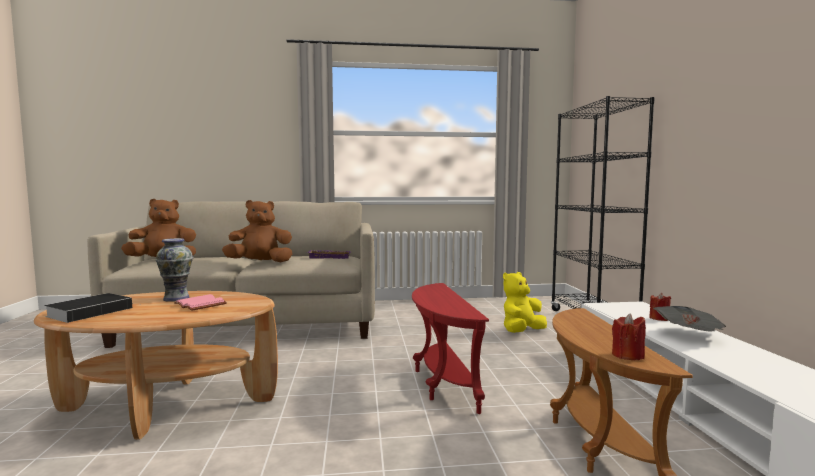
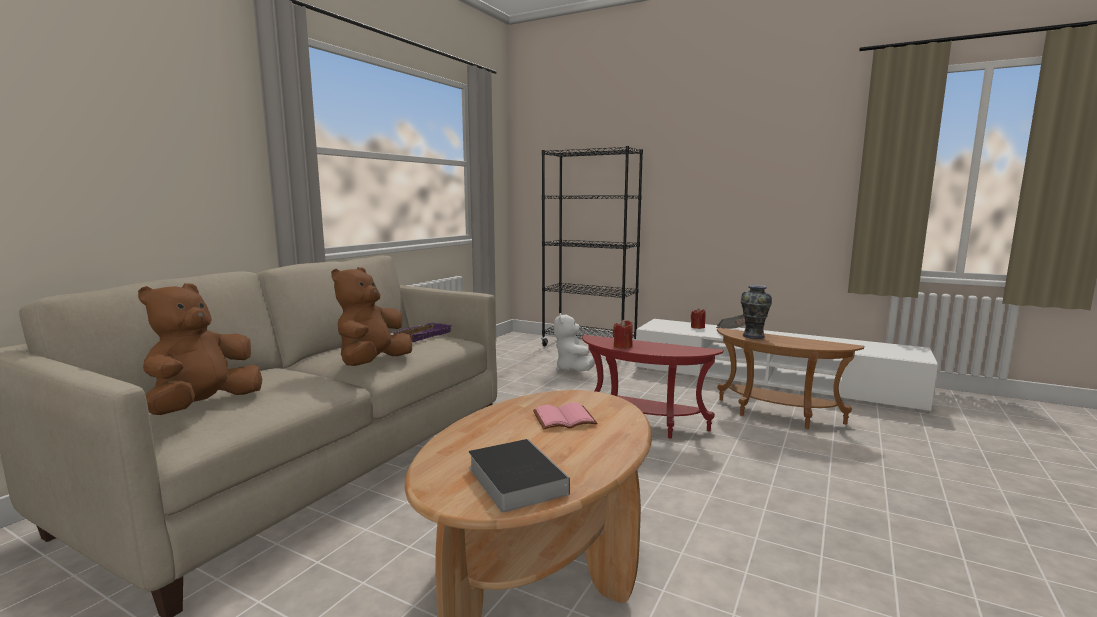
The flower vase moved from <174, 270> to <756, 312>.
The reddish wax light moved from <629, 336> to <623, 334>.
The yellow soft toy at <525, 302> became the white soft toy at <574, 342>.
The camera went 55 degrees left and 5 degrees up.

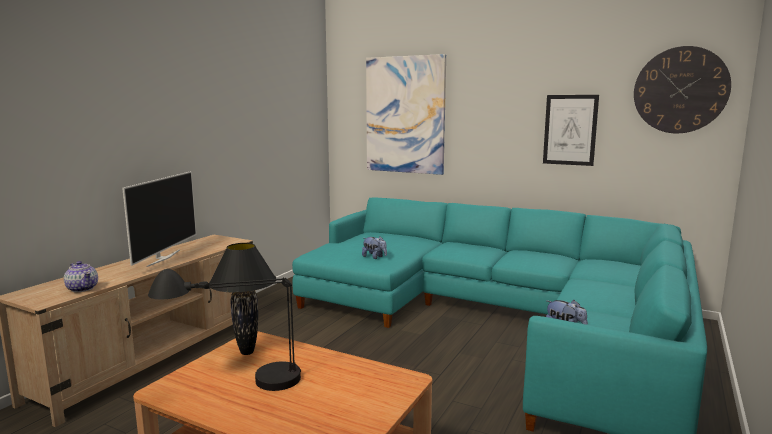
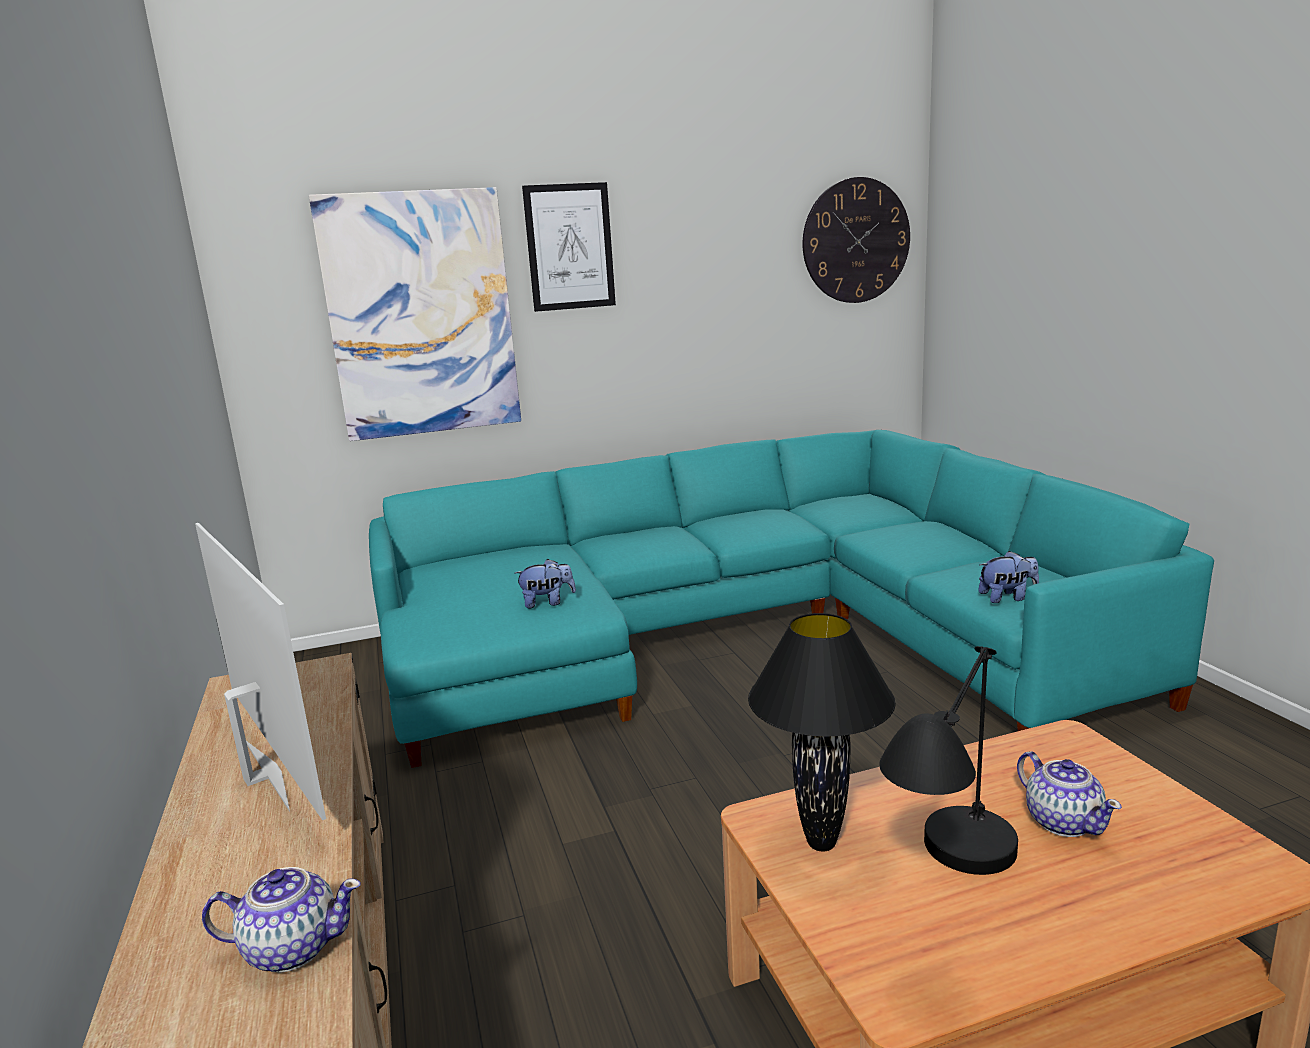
The teapot at <1069, 794> appeared.
The picture moved from <571, 130> to <569, 247>.
The camera went 45 degrees left and 5 degrees up.

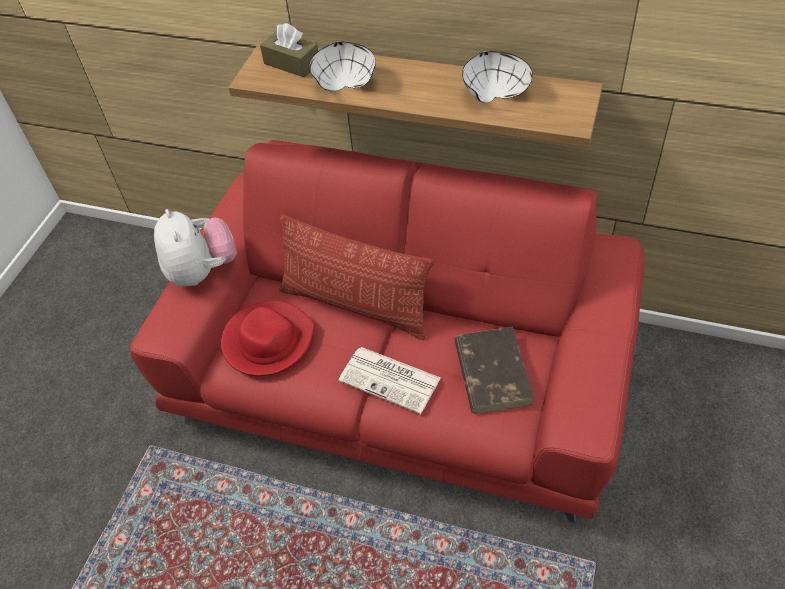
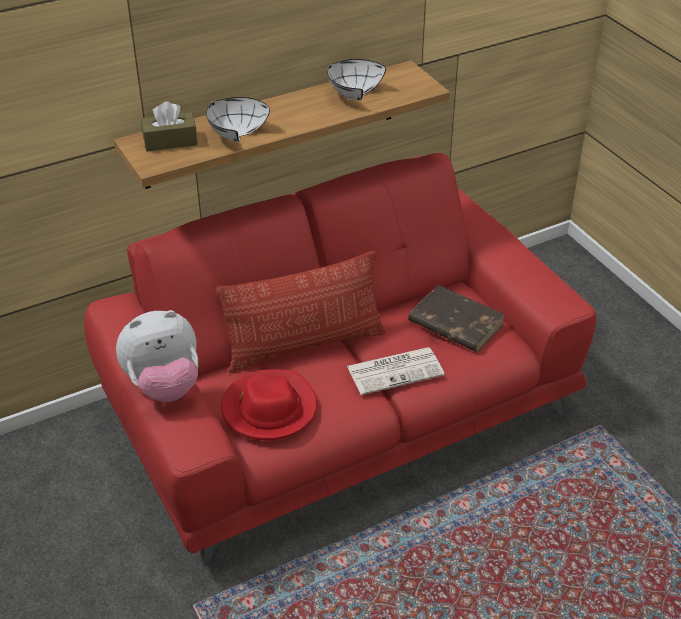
The soft toy at <195, 247> turned 135 degrees clockwise.
The camera went 50 degrees left and 10 degrees down.

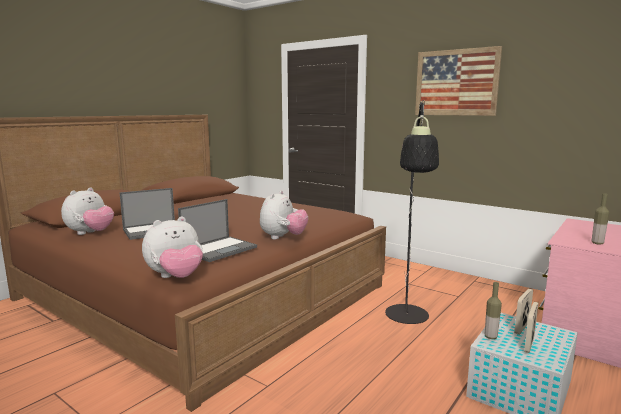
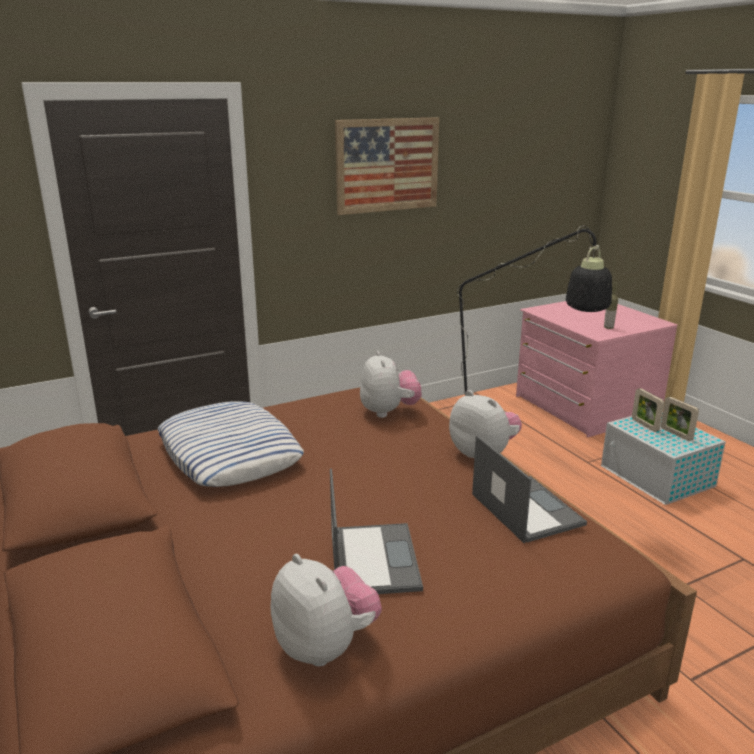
The bottle at <493, 310> disappeared.
The throw pillow at <231, 444> appeared.
The soft toy moved from <172, 247> to <391, 384>.
The camera went 65 degrees left and 10 degrees up.

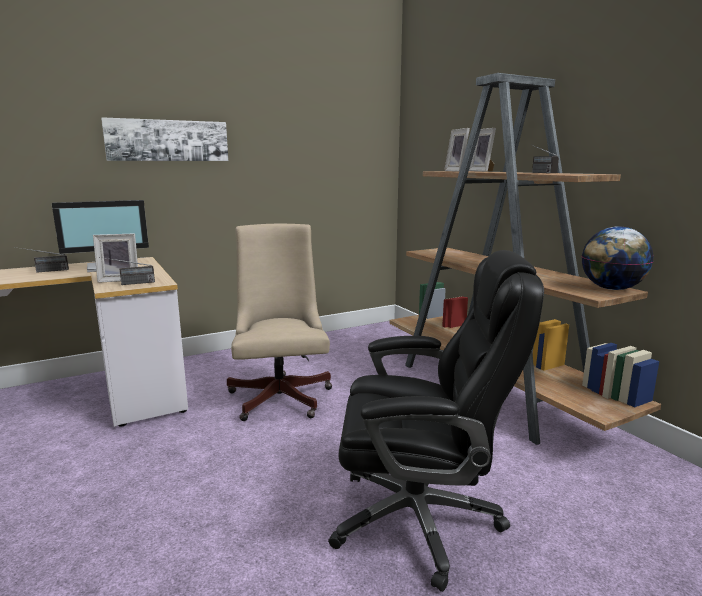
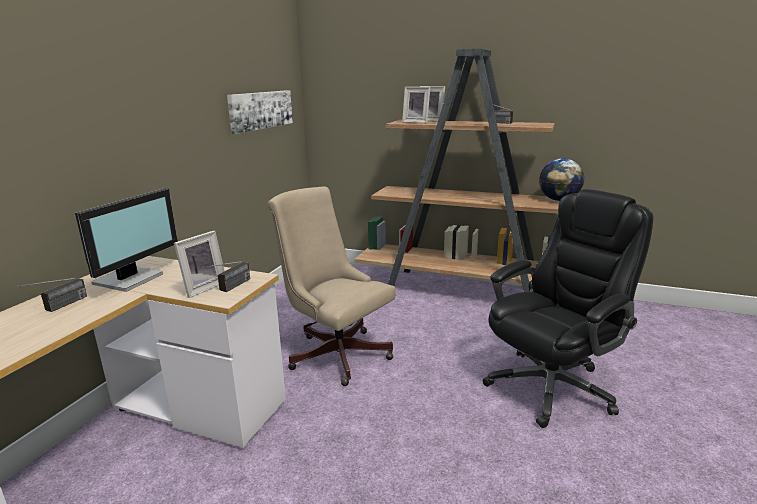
The picture moved from <164, 139> to <260, 112>.
The camera went 40 degrees left and 5 degrees up.

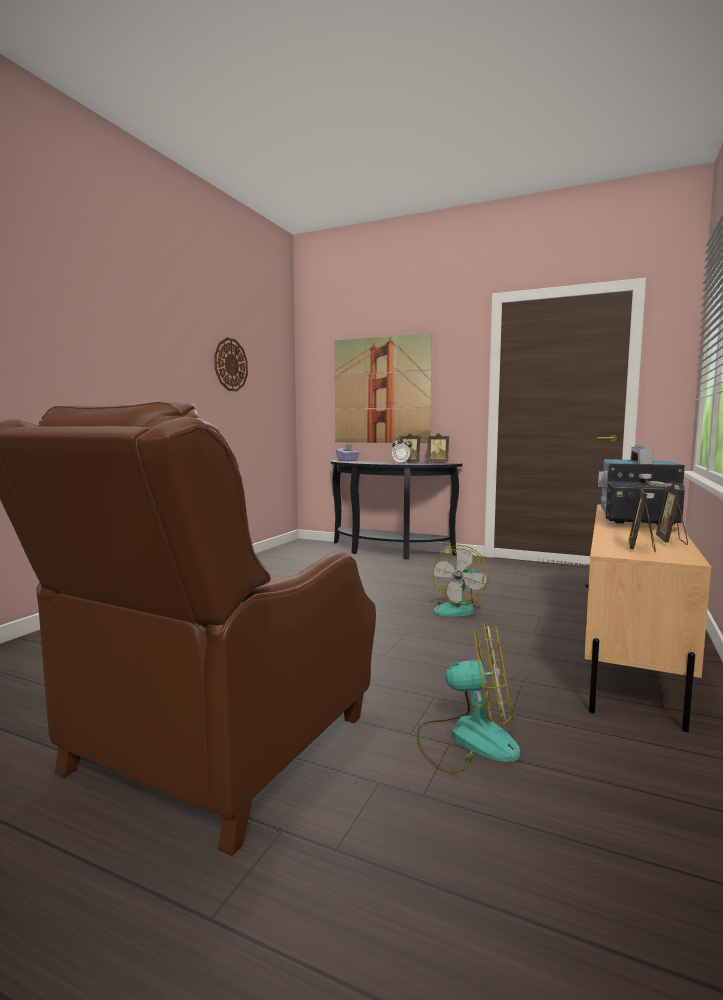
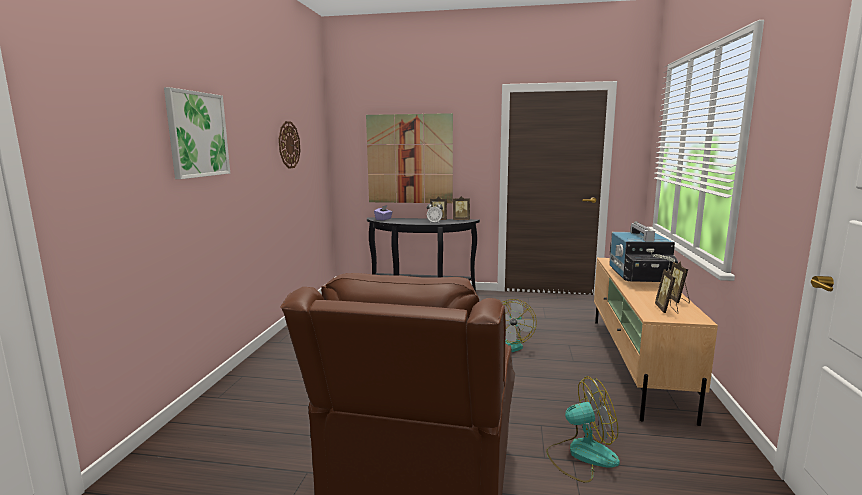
The picture at <197, 133> appeared.
The camera went 15 degrees left and 5 degrees up.

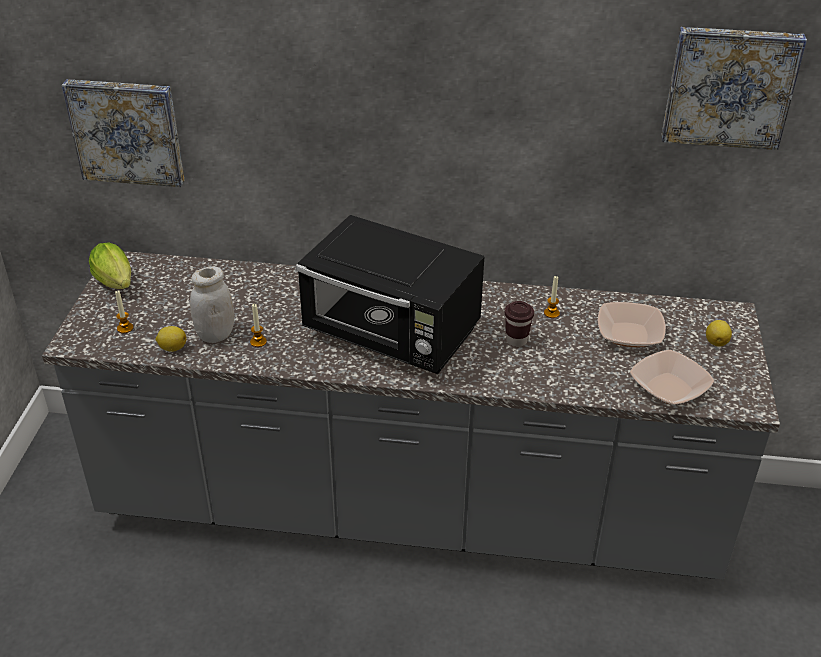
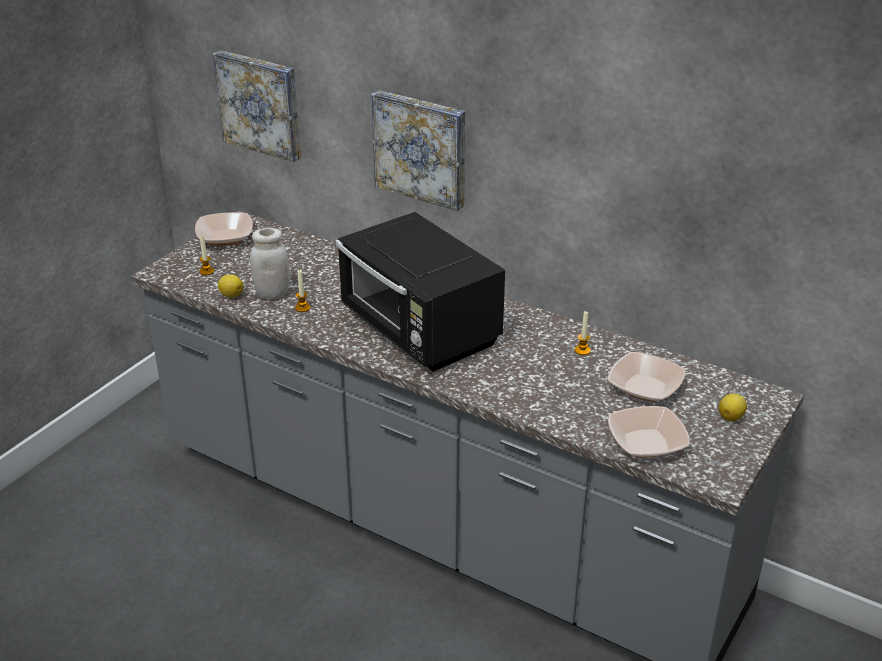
The brown-coloured cup at <519, 324> disappeared.
The picture moved from <734, 88> to <418, 150>.
The head of lettuce at <110, 265> was replaced by the bowl at <224, 229>.
The camera went 25 degrees right and 5 degrees down.

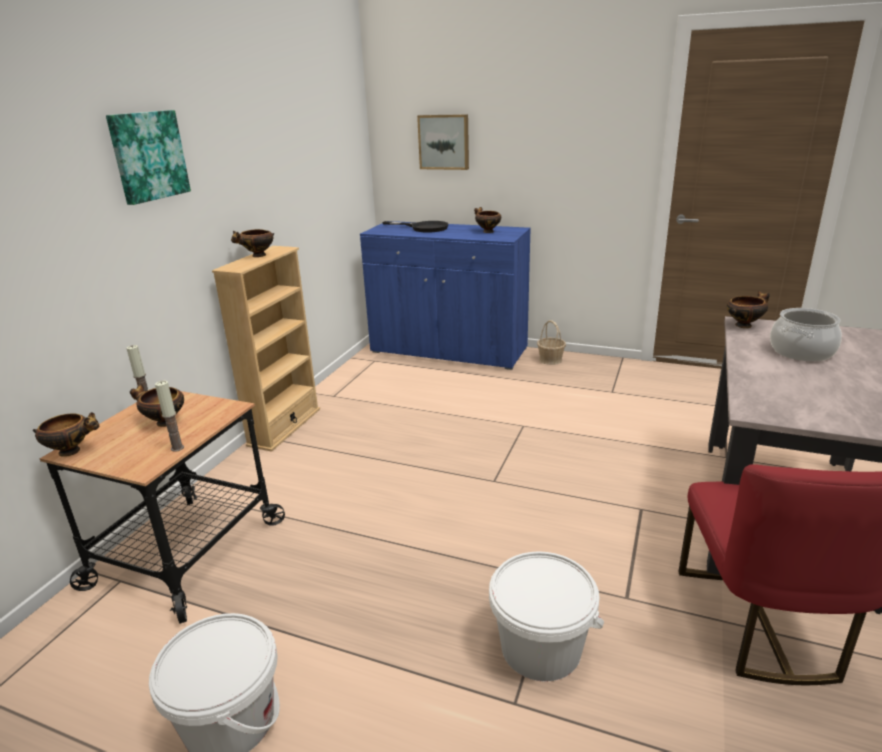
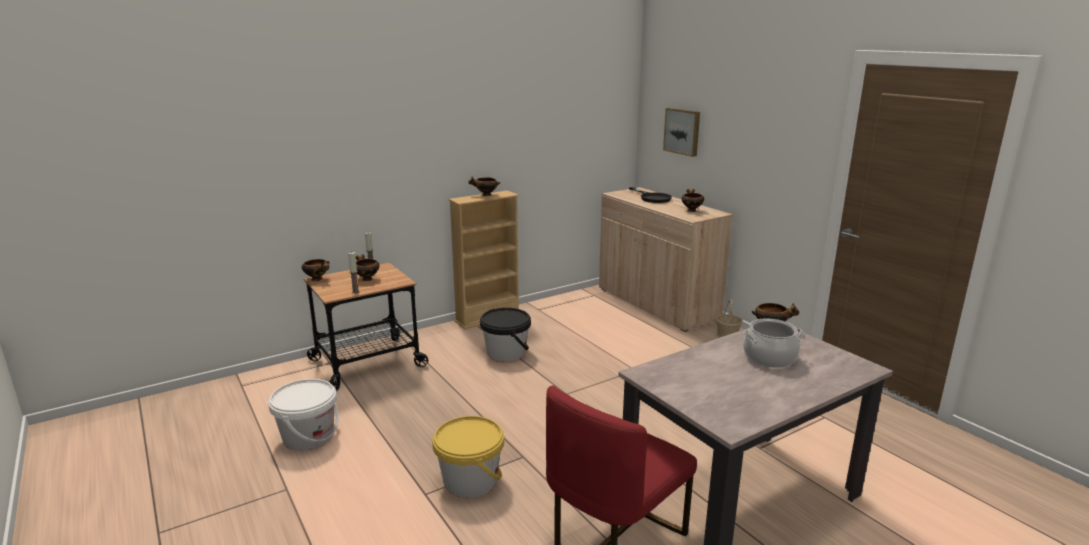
The picture at <148, 157> disappeared.
The blackish water bucket at <505, 335> appeared.
The blue storage cabinet at <445, 295> became the beige storage cabinet at <666, 259>.
The white water bucket at <546, 616> became the yellow water bucket at <468, 457>.
The camera went 35 degrees right and 5 degrees down.

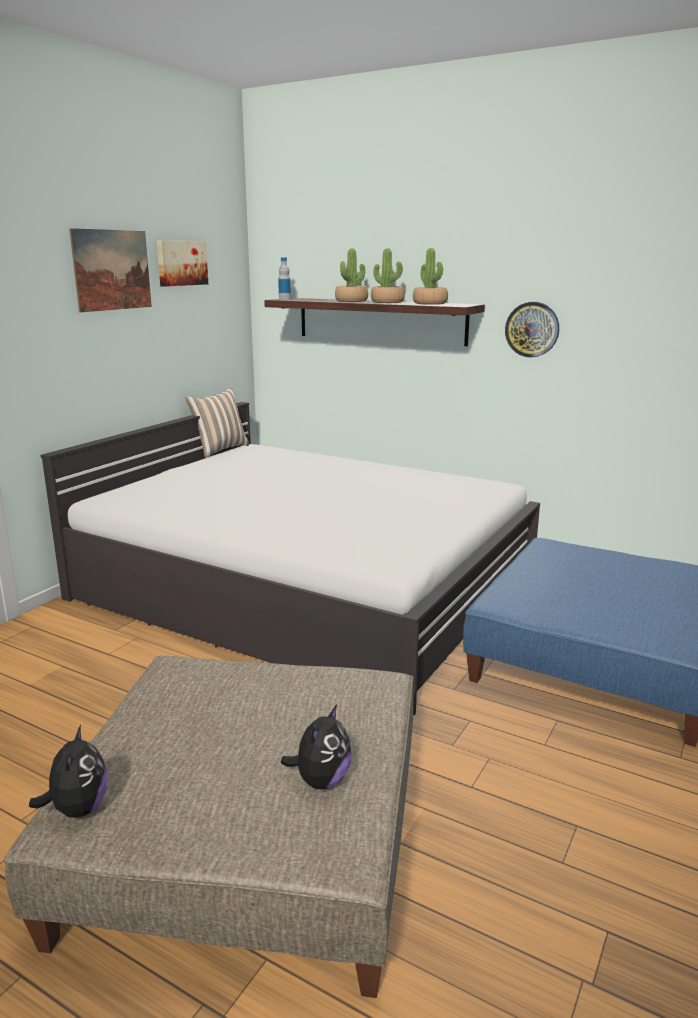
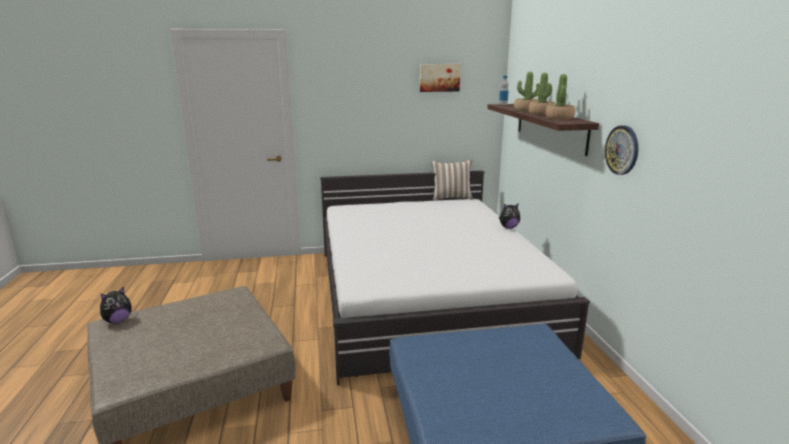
The picture at <110, 270> disappeared.
The soft toy moved from <316, 746> to <509, 216>.
The camera went 50 degrees right and 0 degrees up.

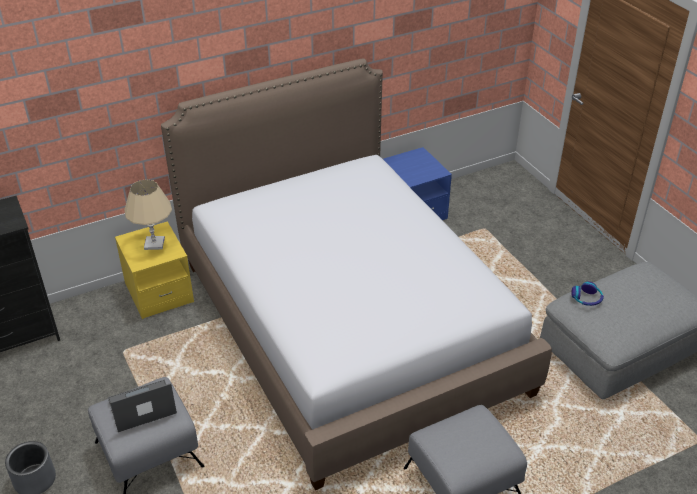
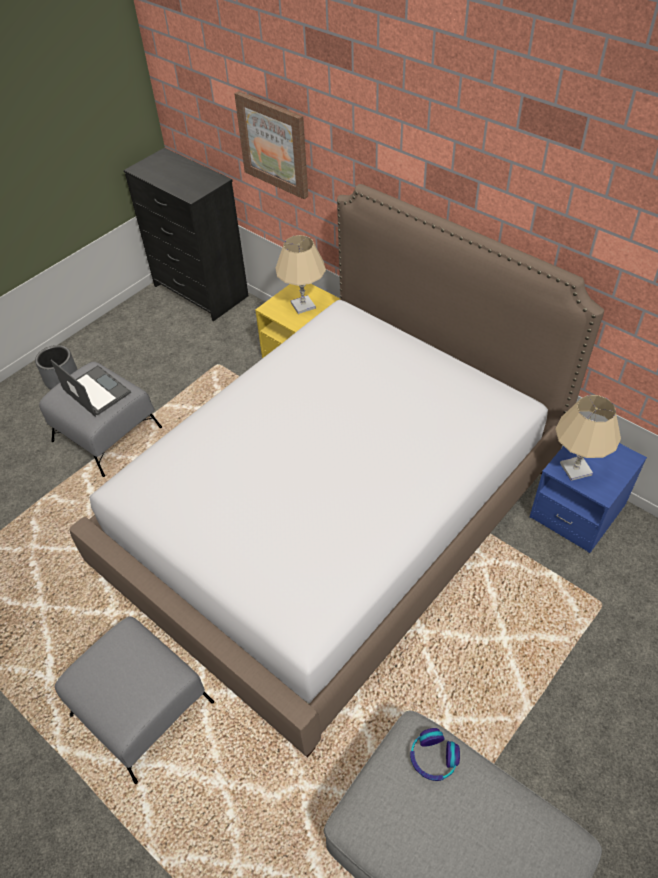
The picture at <271, 145> appeared.
The beige table lamp at <588, 438> appeared.
The camera went 70 degrees right and 10 degrees up.

